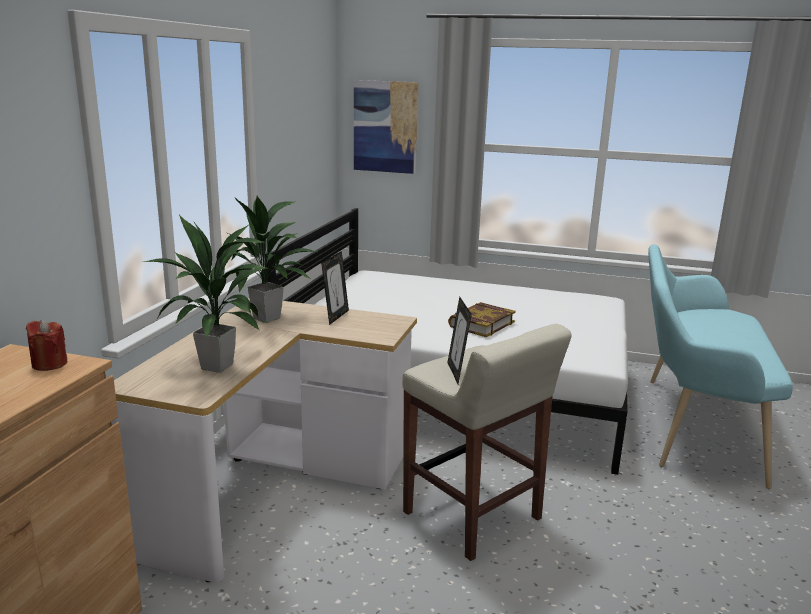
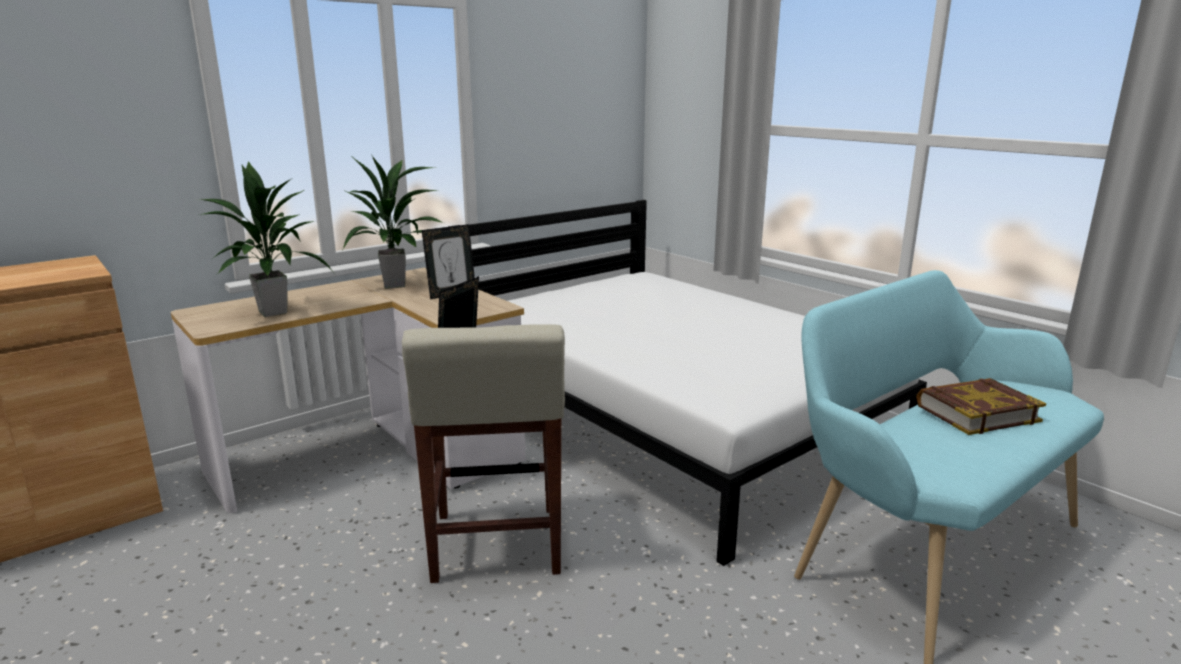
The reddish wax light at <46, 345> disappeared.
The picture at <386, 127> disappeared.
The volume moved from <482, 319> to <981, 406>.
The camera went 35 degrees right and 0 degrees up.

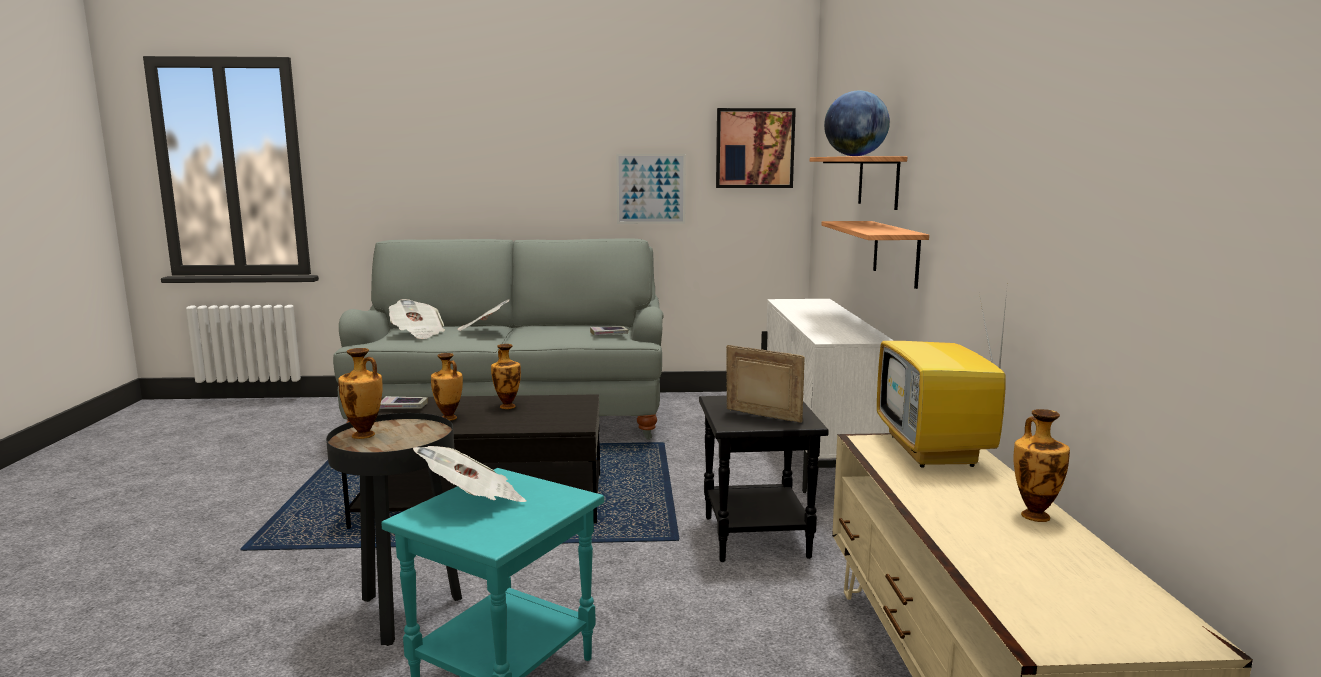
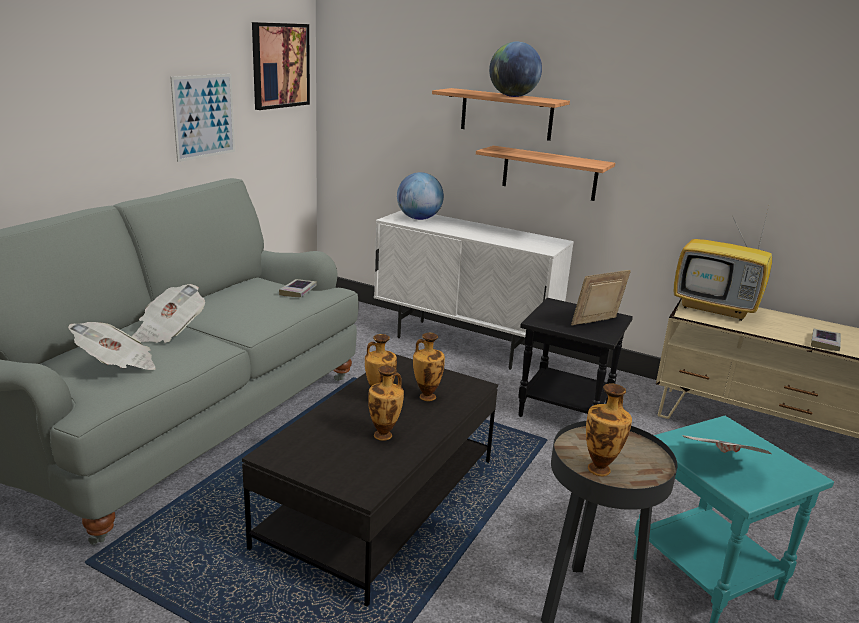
The desk globe at <420, 196> appeared.
The volume moved from <403, 402> to <826, 340>.
The flower vase moved from <1042, 465> to <429, 367>.
The camera went 60 degrees left and 10 degrees up.

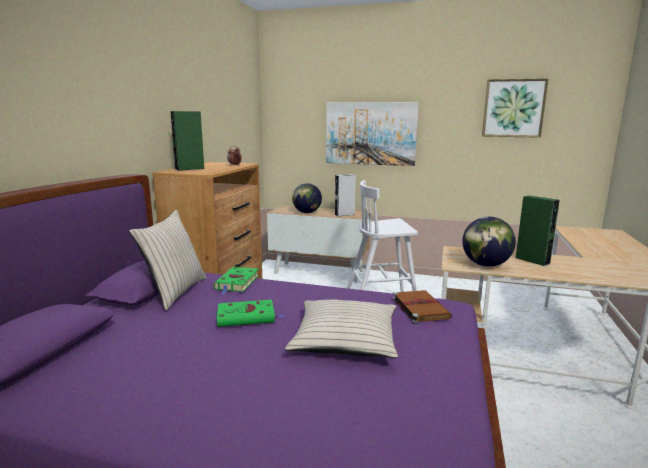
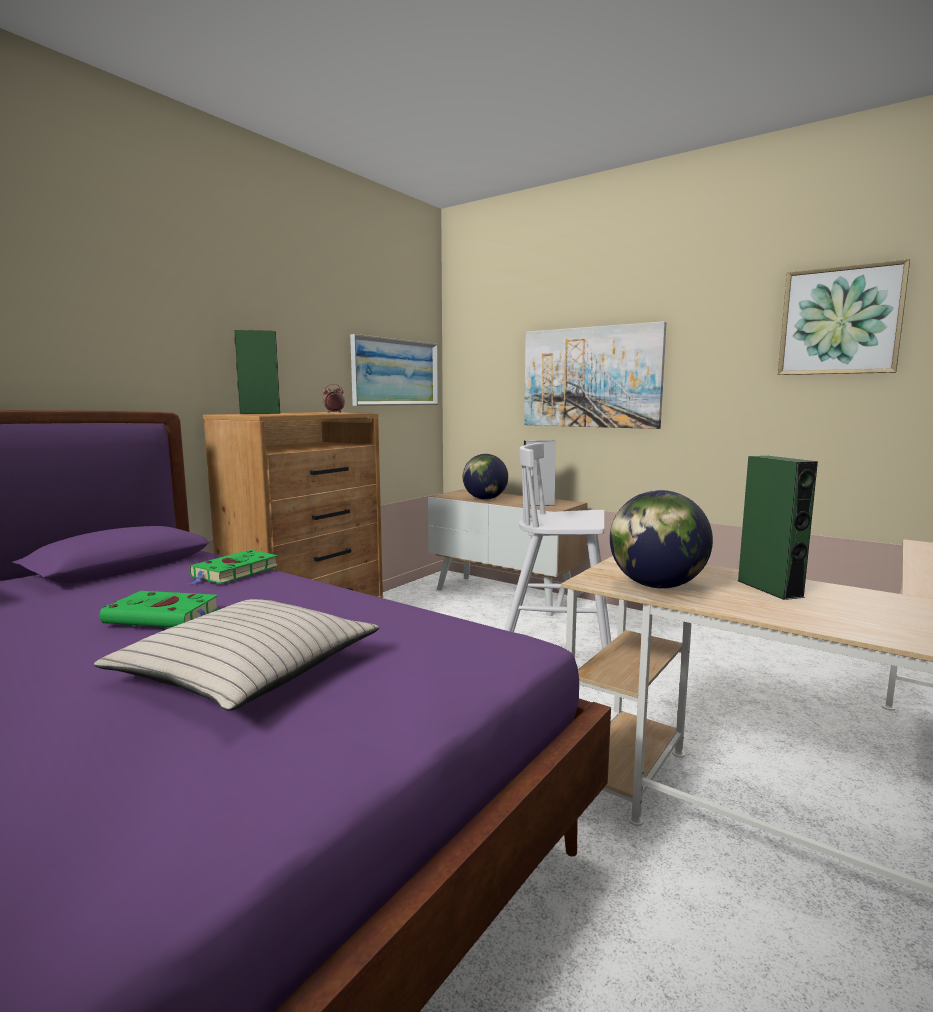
The beige throw pillow at <168, 260> disappeared.
The brown-coloured volume at <422, 306> disappeared.
The picture at <394, 370> appeared.
The camera went 20 degrees right and 5 degrees down.

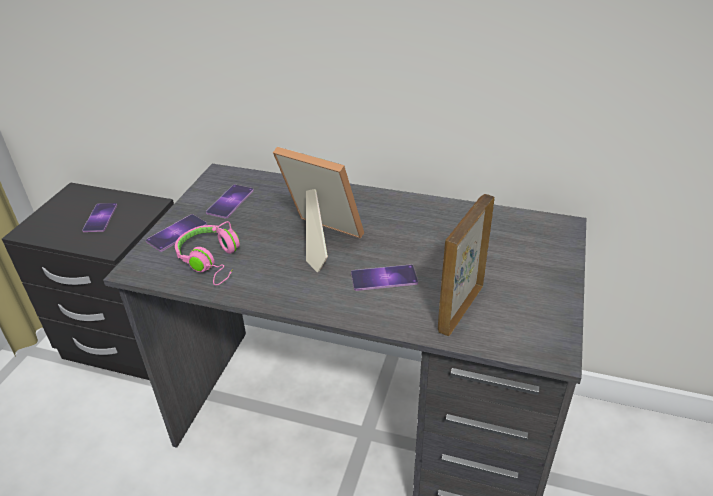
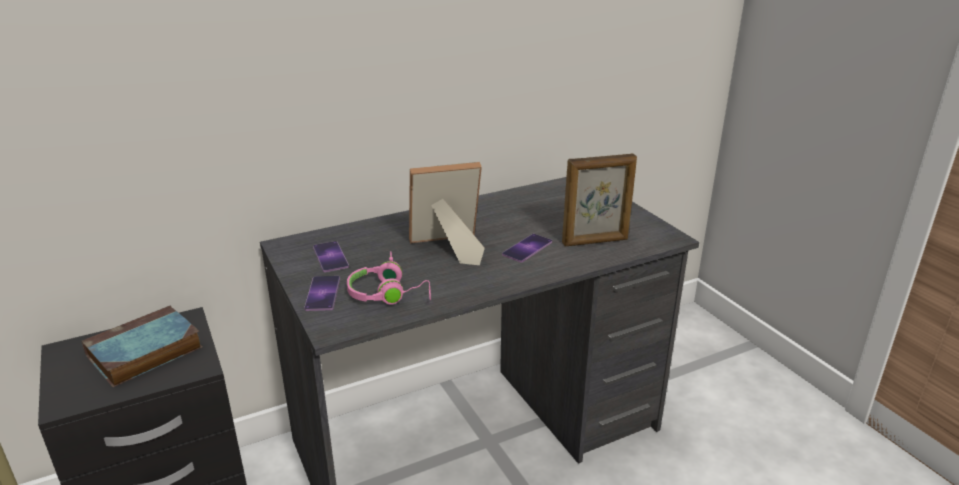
The telephone at <99, 217> was replaced by the volume at <142, 346>.
The picture frame at <466, 265> turned 90 degrees counterclockwise.
The camera went 45 degrees left and 10 degrees down.

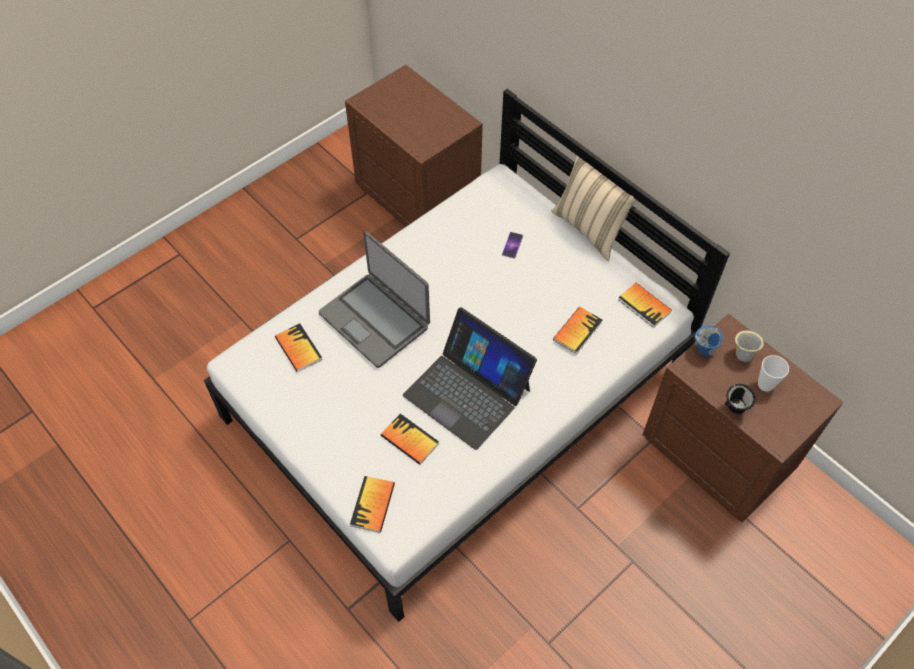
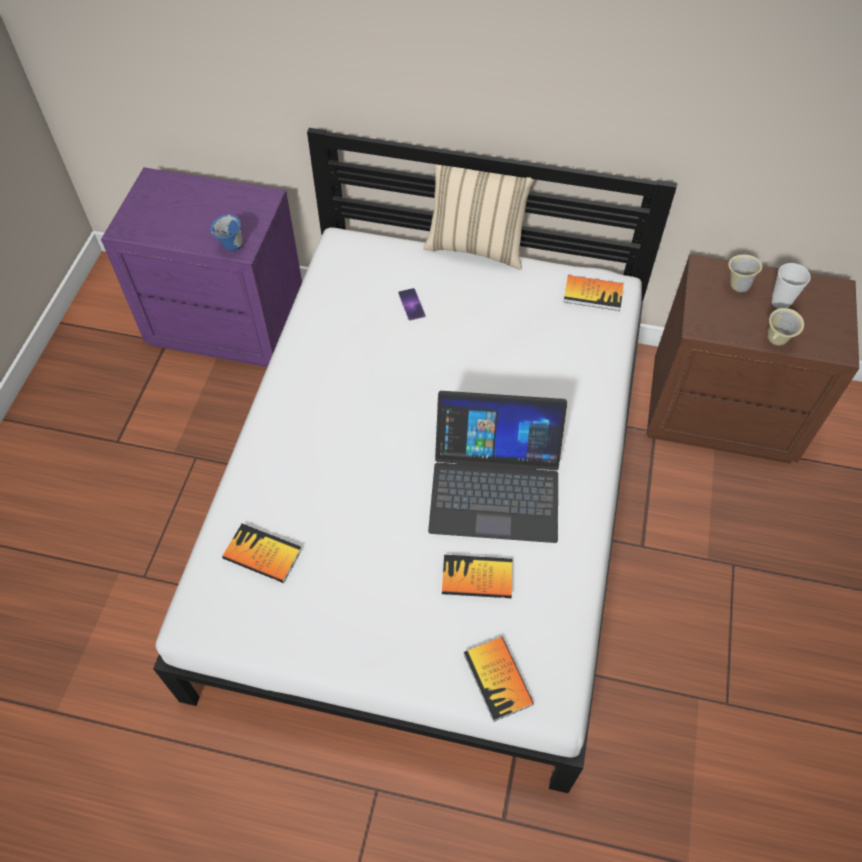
The notebook computer at <374, 299> disappeared.
The volume at <577, 330> disappeared.
The blue tea mug moved from <709, 341> to <226, 233>.
The brown-coloured nightstand at <414, 146> became the purplish nightstand at <201, 267>.
The blackish tea mug at <740, 399> became the beige tea mug at <785, 326>.
The camera went 35 degrees left and 0 degrees up.

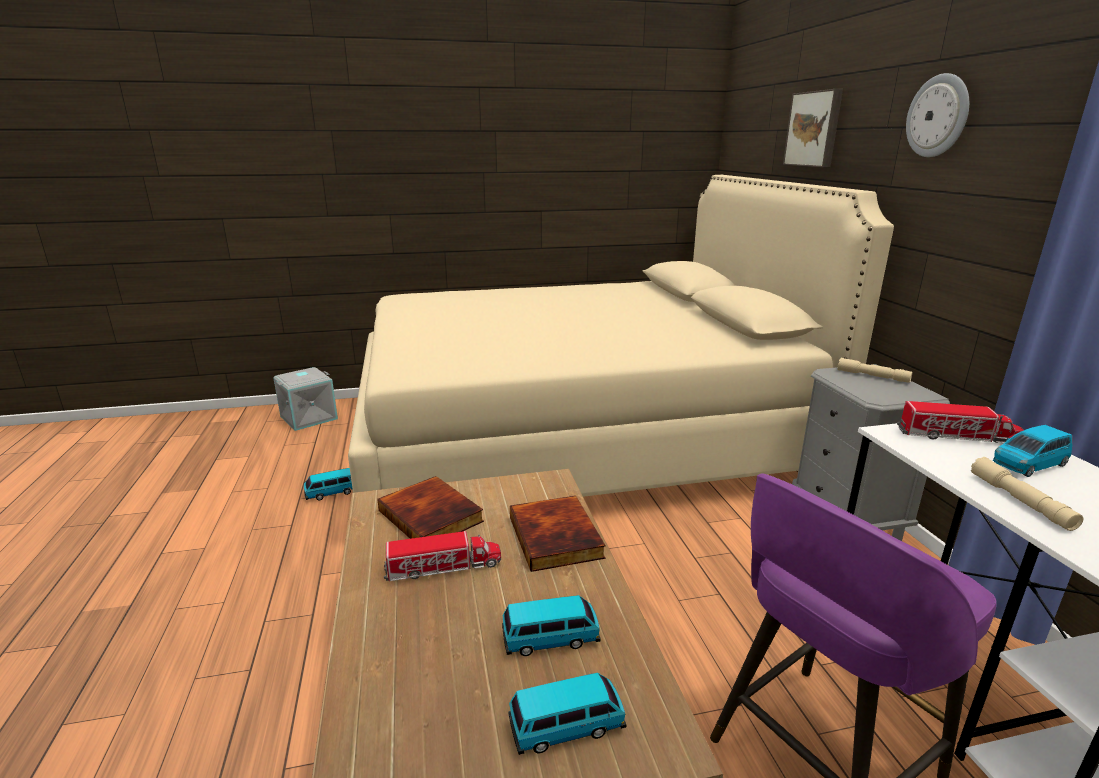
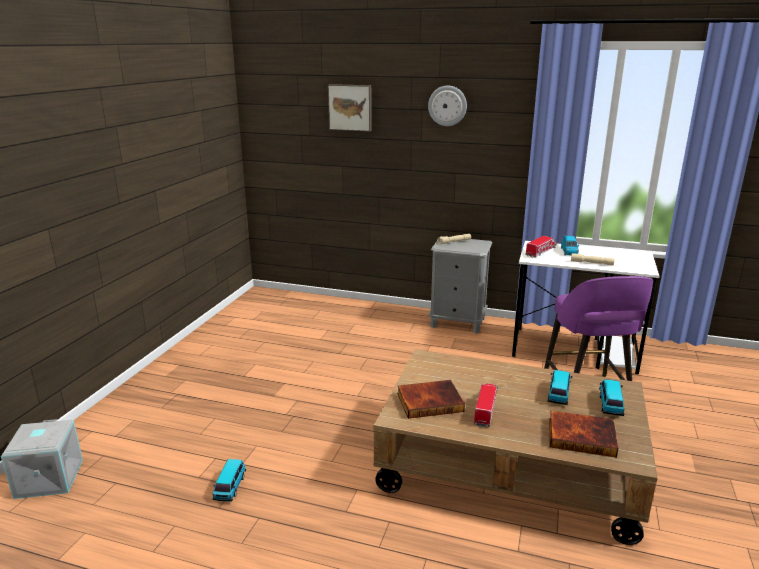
The beige bed at <621, 336> disappeared.
The volume moved from <558, 534> to <584, 433>.
The camera went 60 degrees left and 0 degrees up.

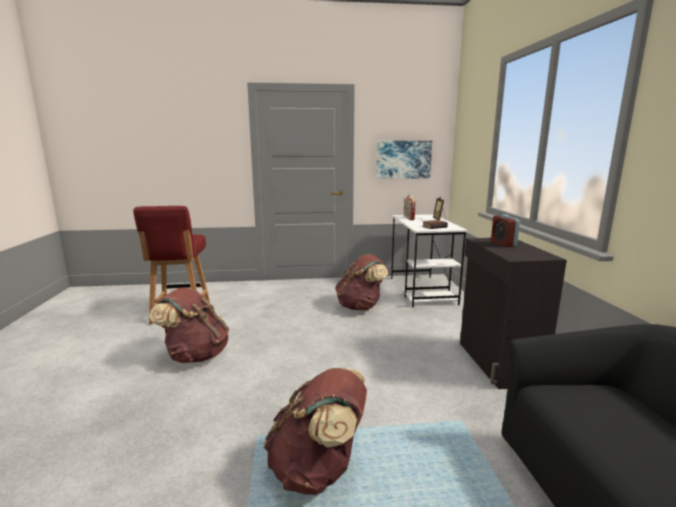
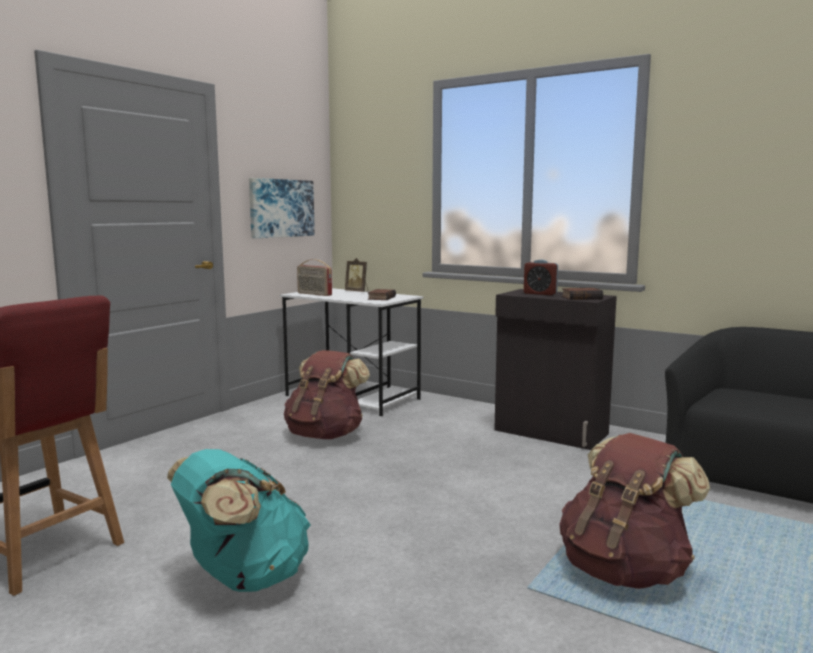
The volume at <582, 294> appeared.
The brown-coloured backpack at <189, 325> became the turquoise backpack at <239, 520>.
The camera went 50 degrees left and 5 degrees down.

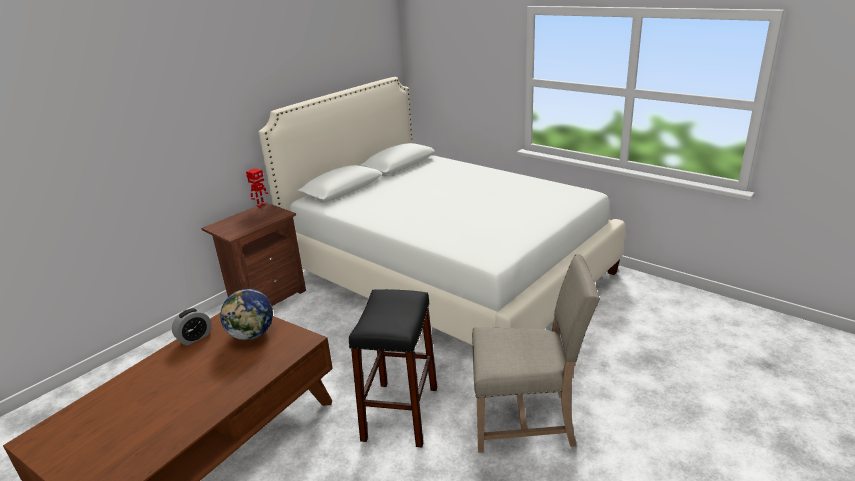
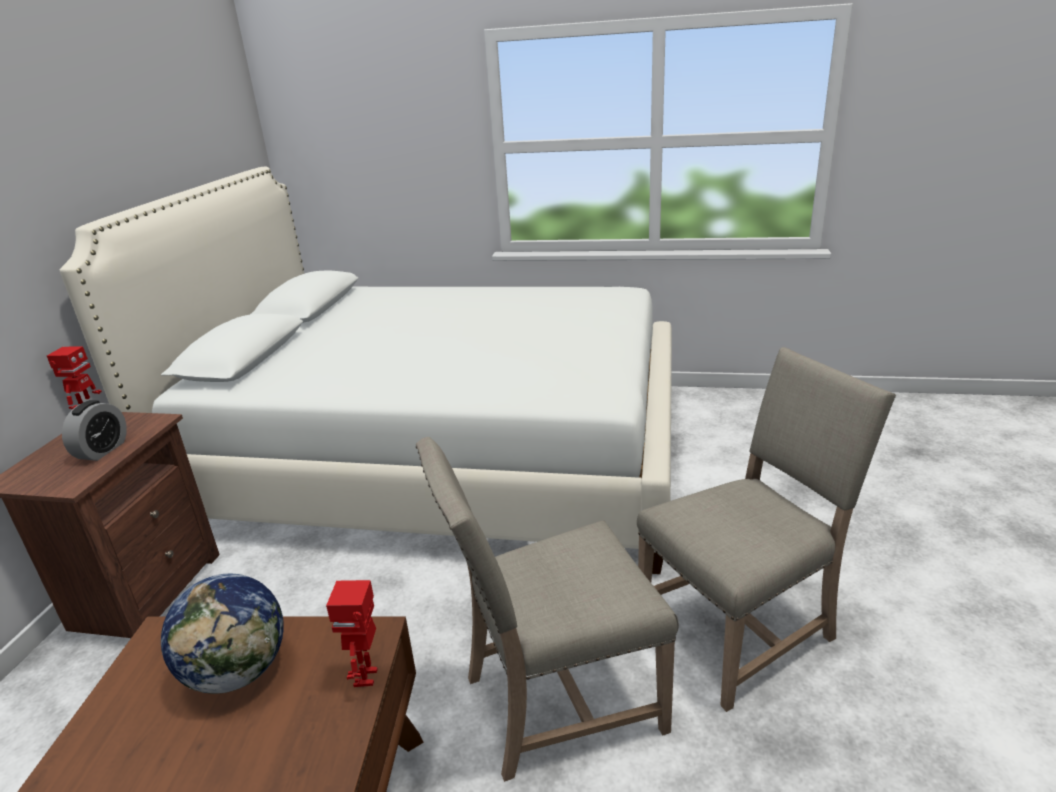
The toy robot at <352, 633> appeared.
The alarm clock moved from <192, 327> to <94, 430>.
The blackish stool seat at <393, 368> was replaced by the beige plain chair at <547, 609>.
The camera went 30 degrees left and 0 degrees up.

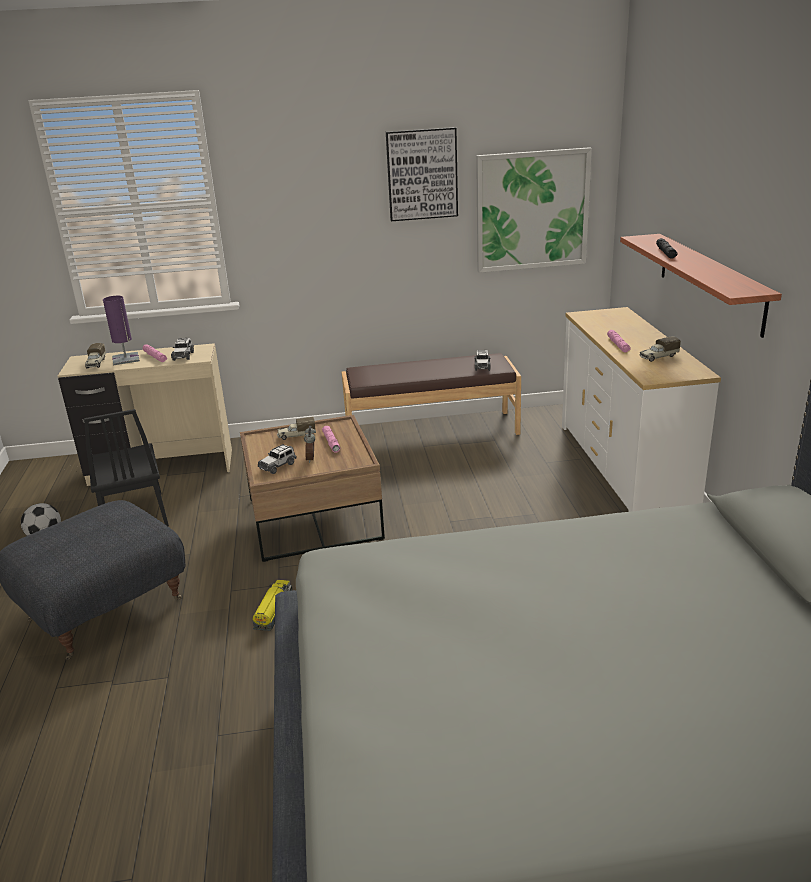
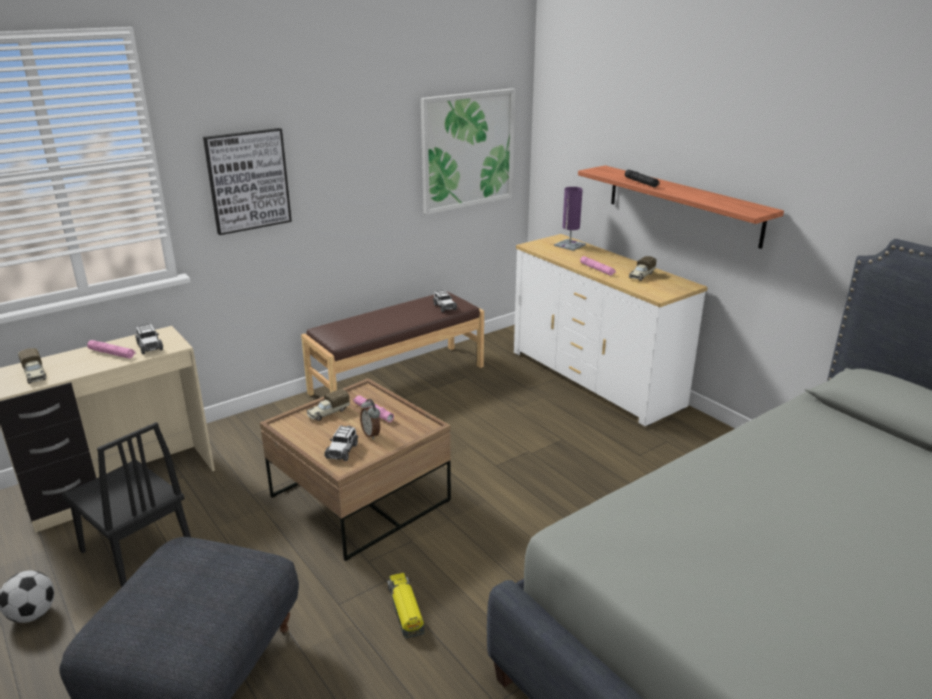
The purplish table lamp moved from <121, 330> to <570, 219>.
The picture moved from <422, 174> to <247, 181>.
The camera went 30 degrees left and 0 degrees up.

